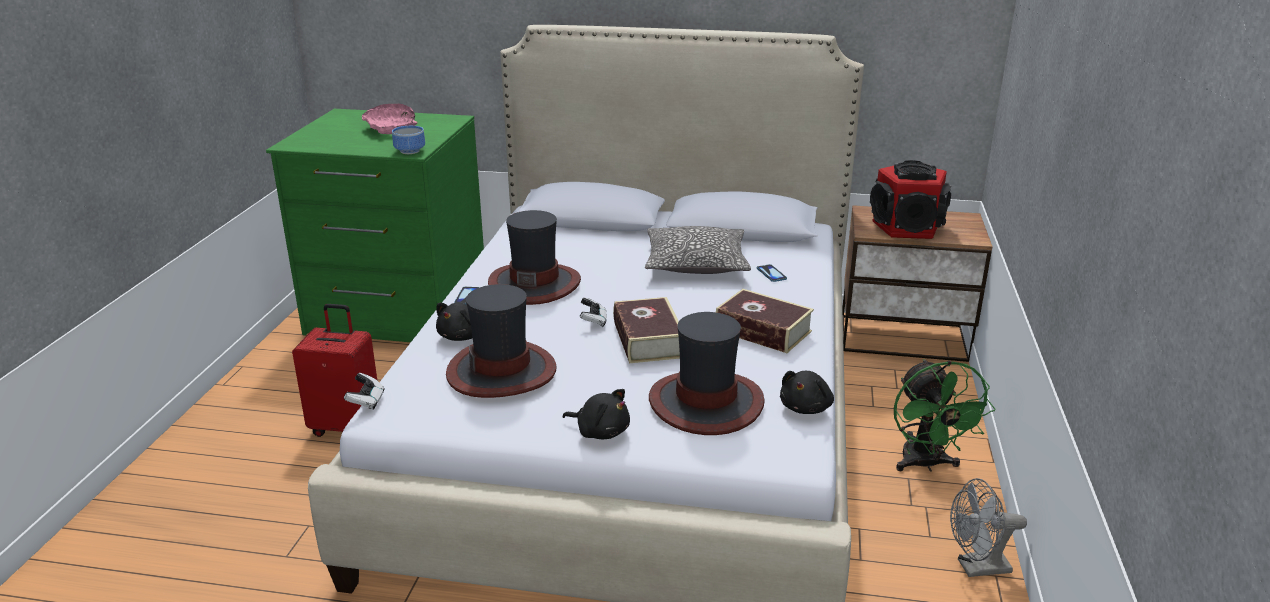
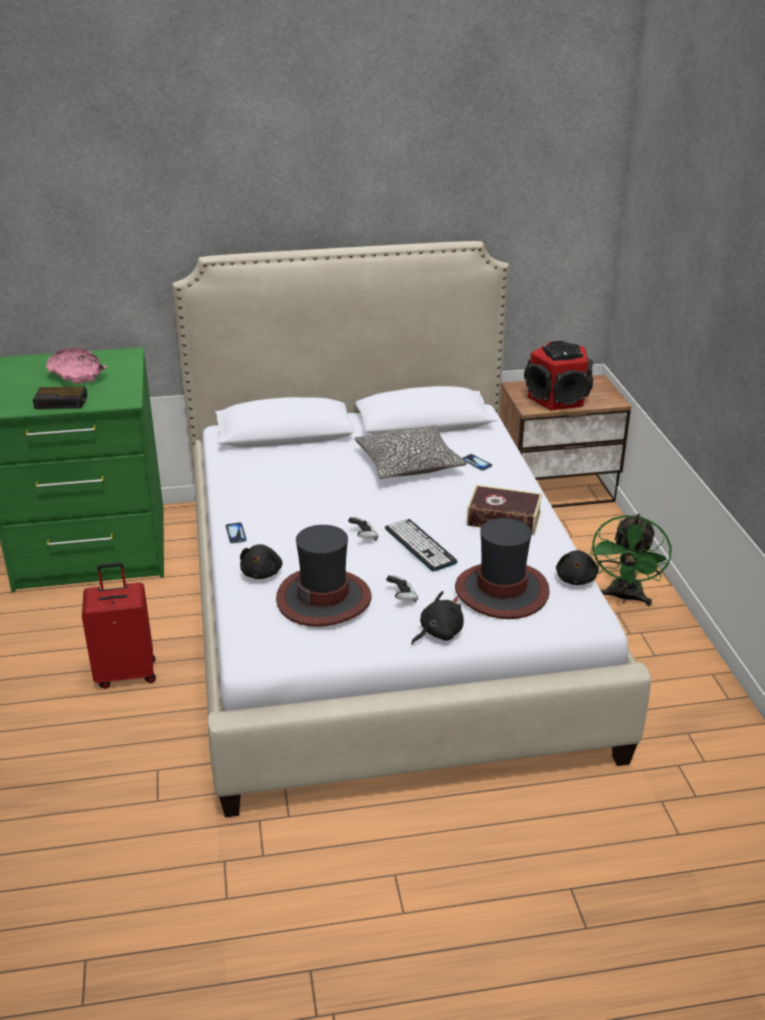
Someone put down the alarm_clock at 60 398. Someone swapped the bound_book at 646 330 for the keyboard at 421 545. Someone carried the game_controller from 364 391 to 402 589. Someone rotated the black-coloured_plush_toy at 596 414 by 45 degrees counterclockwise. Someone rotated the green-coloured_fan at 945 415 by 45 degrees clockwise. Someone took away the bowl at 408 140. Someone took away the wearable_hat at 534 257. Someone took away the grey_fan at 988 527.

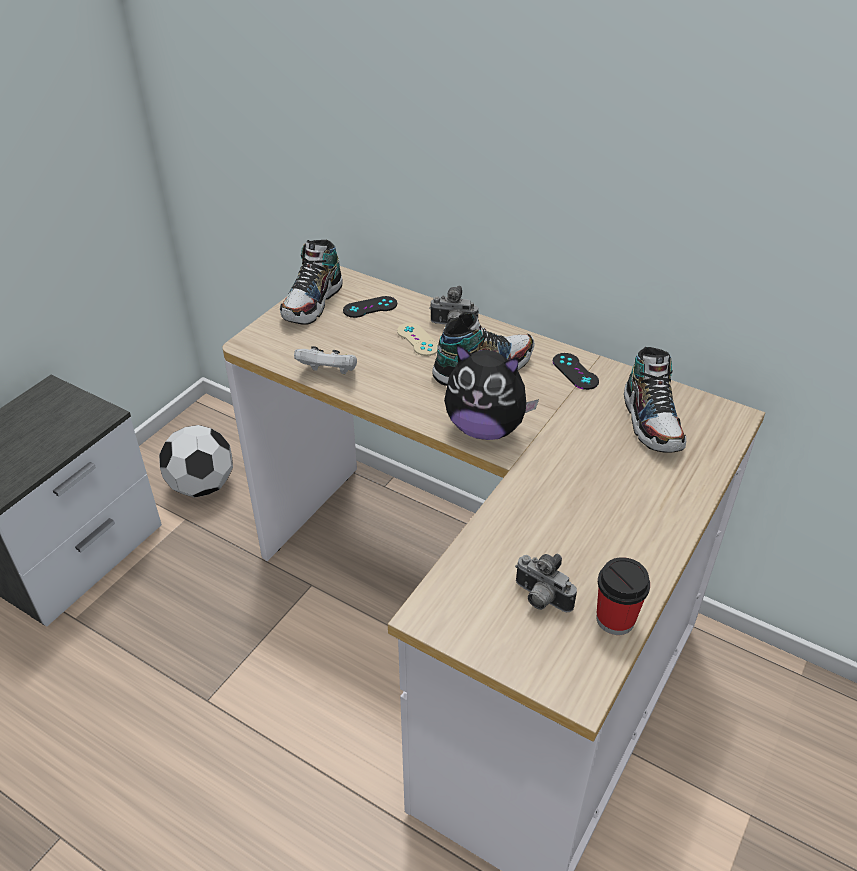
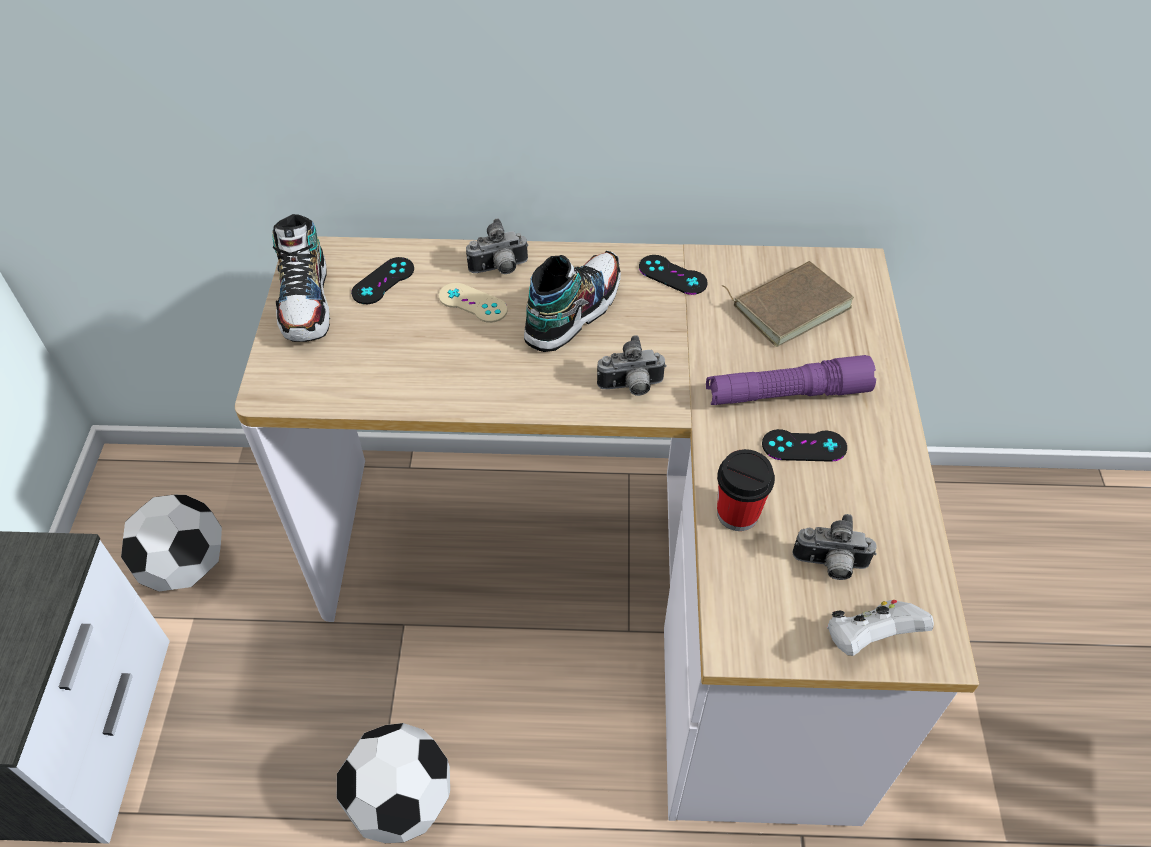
Someone put down the football_ball at 393 783. Someone swapped the plush_toy at 491 391 for the photo_camera at 631 365. Someone put down the purple_torch at 791 380. Someone carried the small_cup from 623 596 to 746 490. Someone swapped the shoe at 655 399 for the brown_bound_book at 788 304. Someone put down the black-coloured_game_controller at 804 445. Someone carried the white-coloured_game_controller from 325 360 to 880 628.

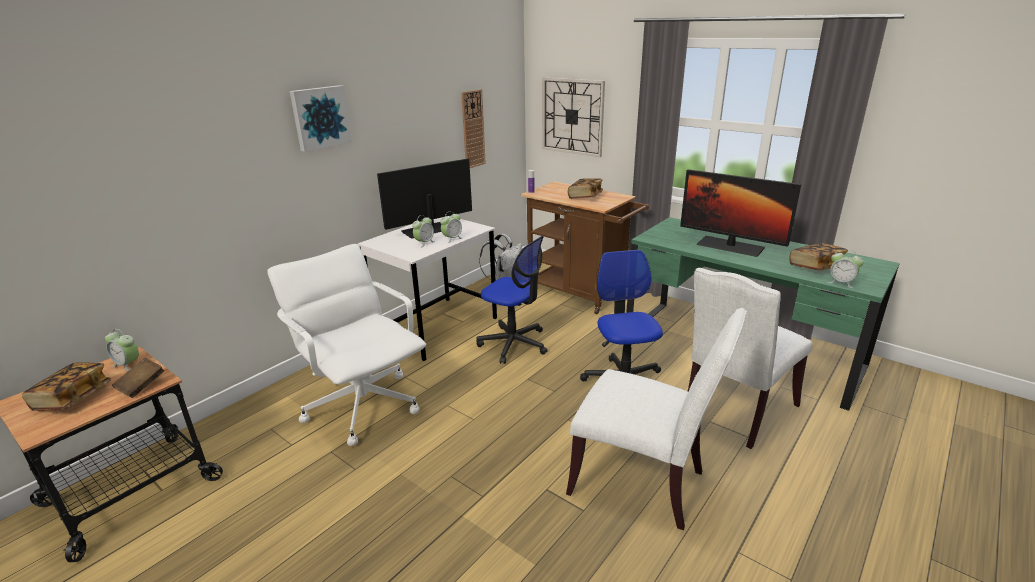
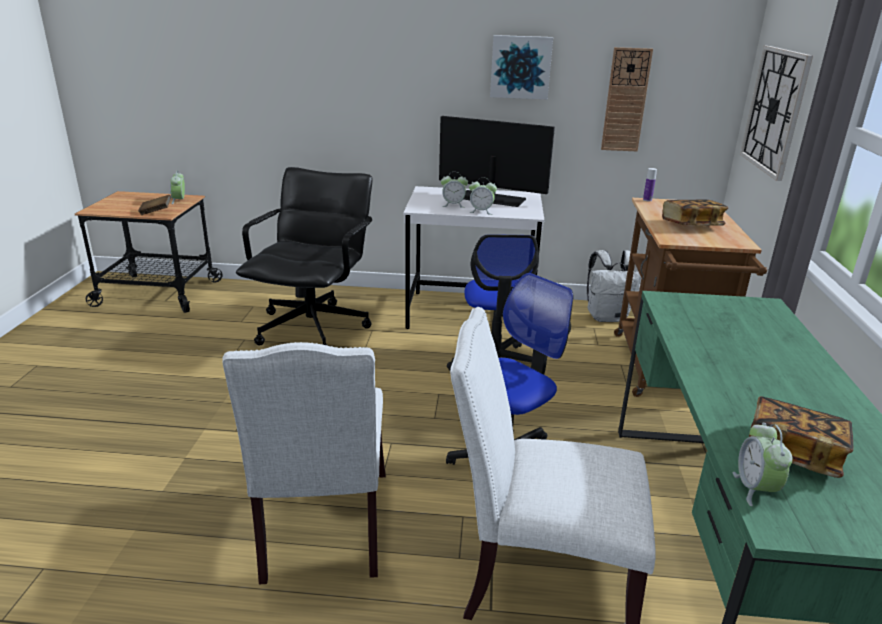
Someone repainted the white-coloured_office_chair at 346 345, which became the black-coloured_office_chair at 304 256. Someone carried the wall_art from 321 118 to 521 67. Someone took away the bound_book at 66 386. Someone took away the computer_display at 740 213.

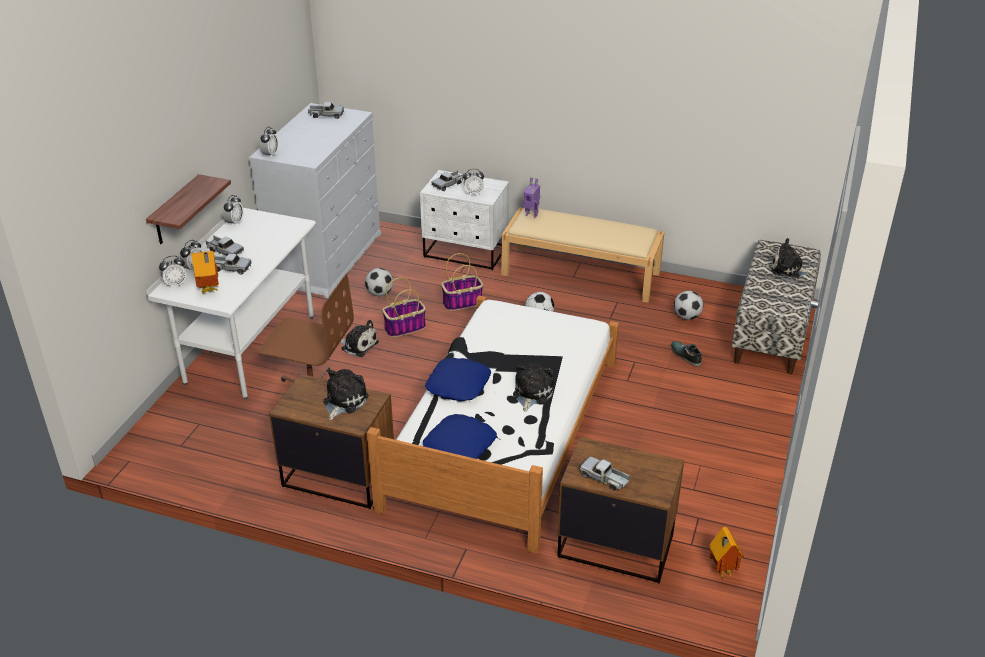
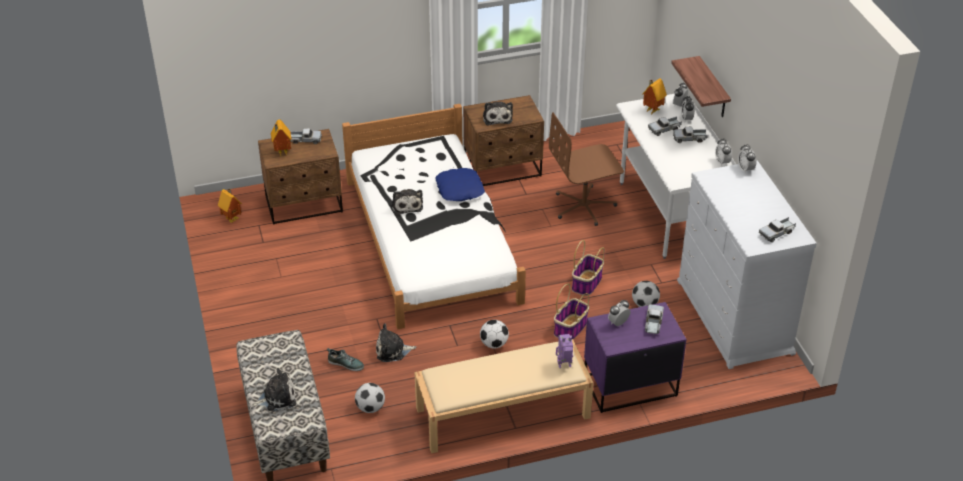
Someone put down the miniature_house at 281 138. Someone carried the plush_toy from 359 338 to 396 342. Someone repainted the white-coloured_night_table at 464 220, which became the purple_night_table at 635 357. Someone took away the blue-coloured_cushion at 460 436.

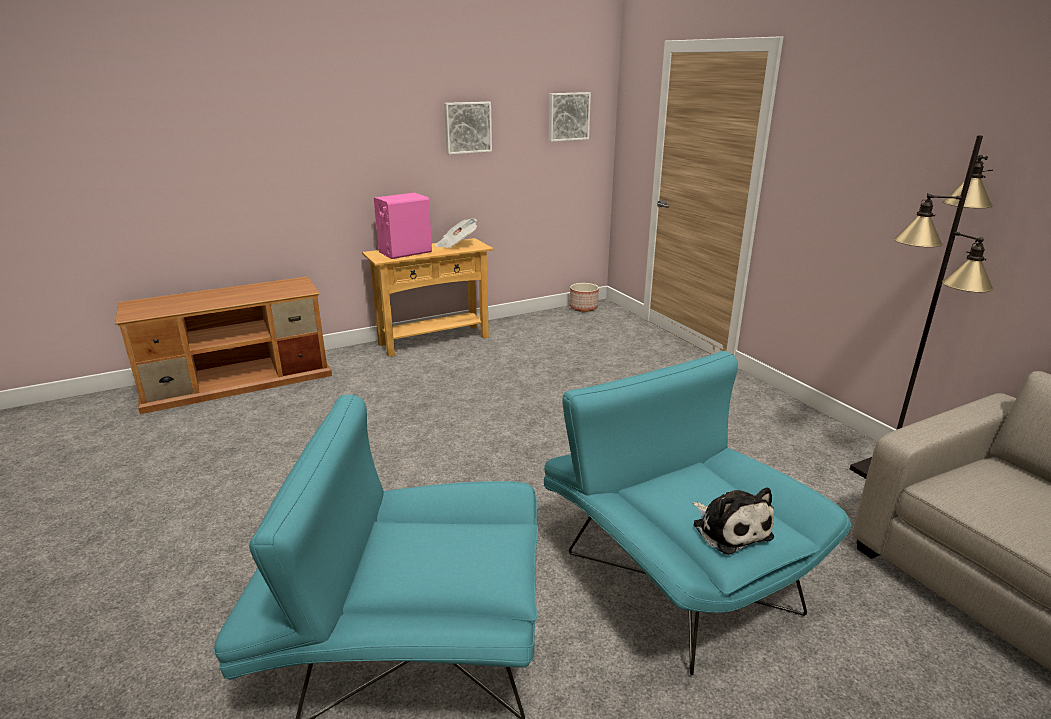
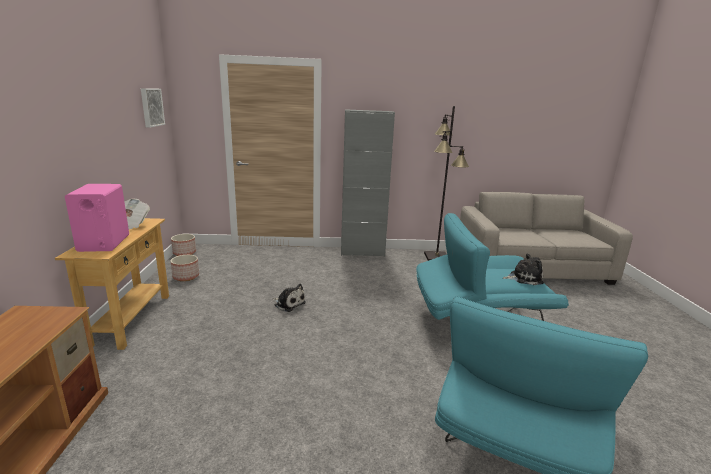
Someone put down the planter at 184 268. Someone put down the plush_toy at 289 298. Someone put down the grey_cabinet at 368 183. Someone took away the wall_art at 468 128.

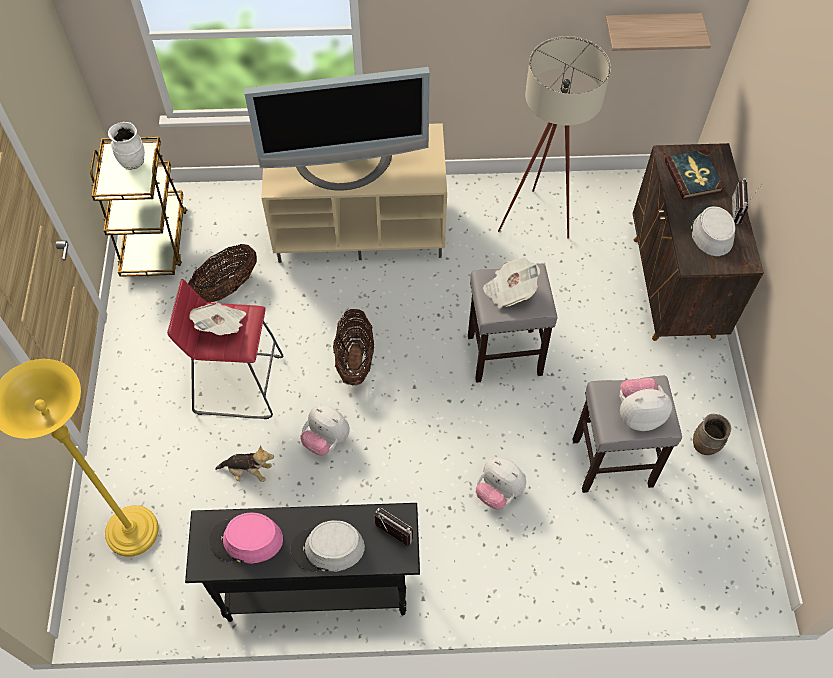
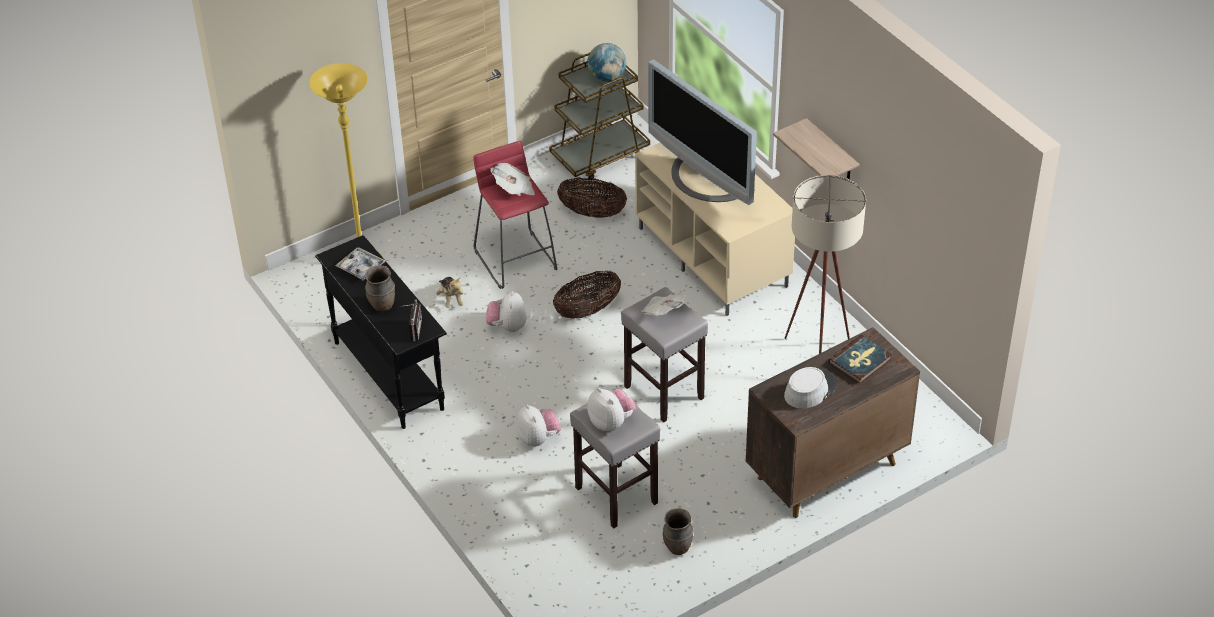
Someone swapped the pink-coloured_wearable_hat at 246 538 for the tray at 360 263. Someone swapped the grey_wearable_hat at 327 546 for the brown_decorative_vase at 380 288. Someone rotated the plush_toy at 501 483 by 150 degrees clockwise. Someone swapped the white-coloured_decorative_vase at 126 146 for the globe at 606 62. Someone carried the wall_shelf from 658 32 to 816 149. Someone took away the radio_receiver at 746 201.

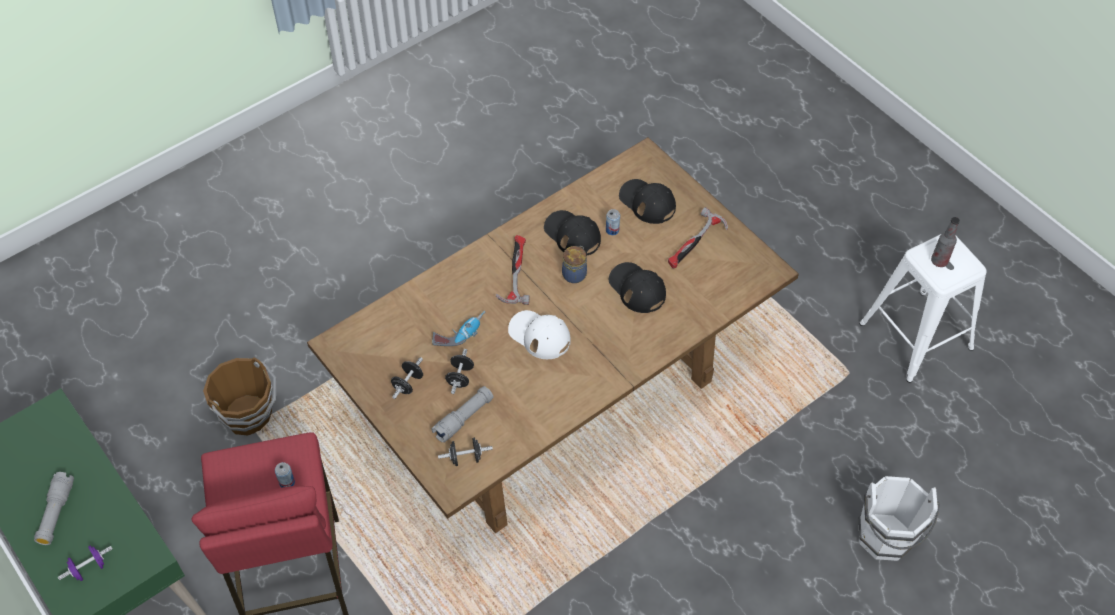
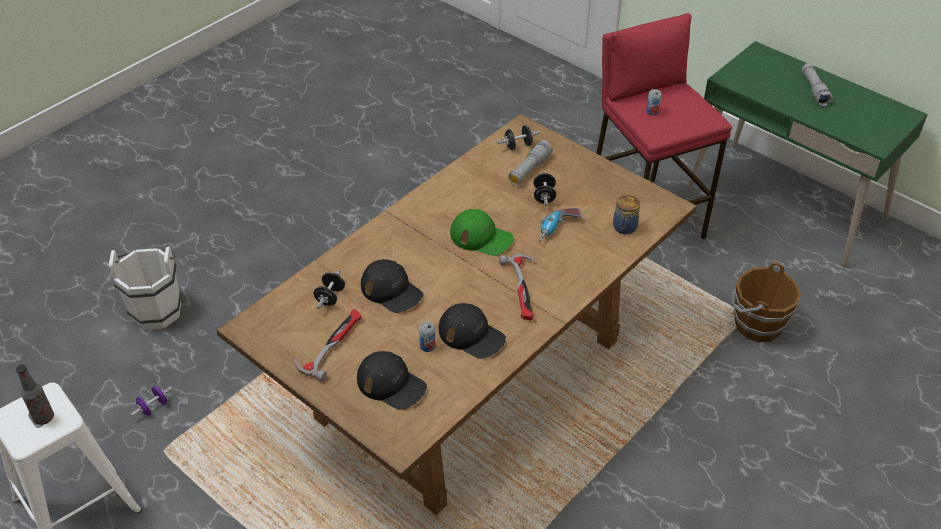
Someone carried the purple_dumbbell from 85 563 to 151 401. Someone carried the black-coloured_dumbbell from 407 378 to 329 289. Someone repainted the white-coloured_peaked_cap at 539 334, which became the green-coloured_peaked_cap at 482 232. Someone carried the jar from 574 264 to 626 214.

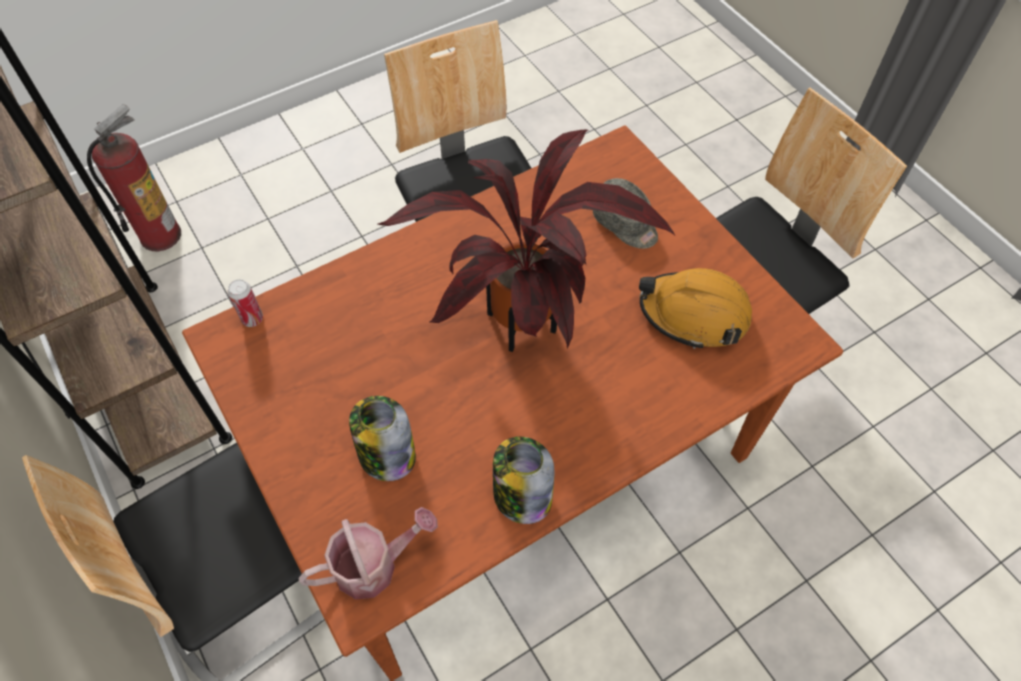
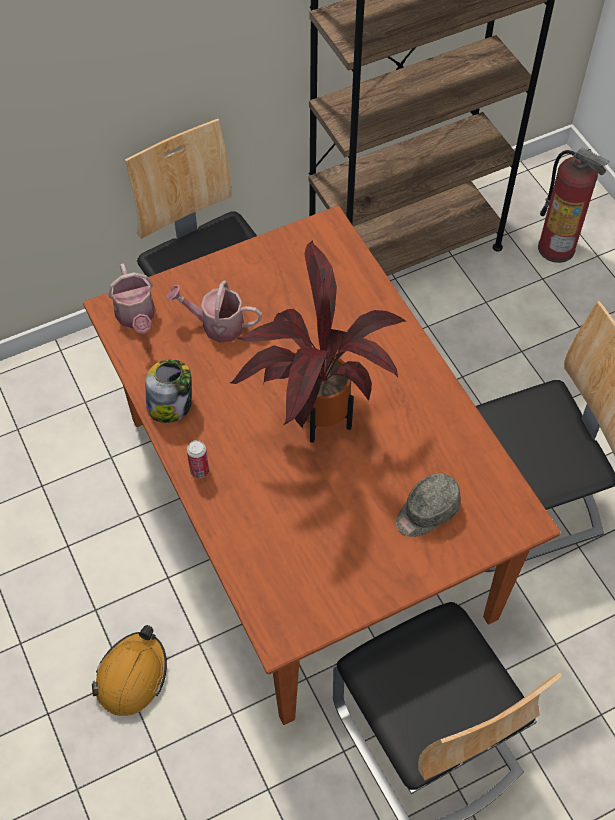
Someone carried the orange-coloured_work_helmet from 695 308 to 129 670. Someone swapped the jar at 382 438 for the watering_can at 214 311. Someone carried the can from 245 303 to 198 459.

